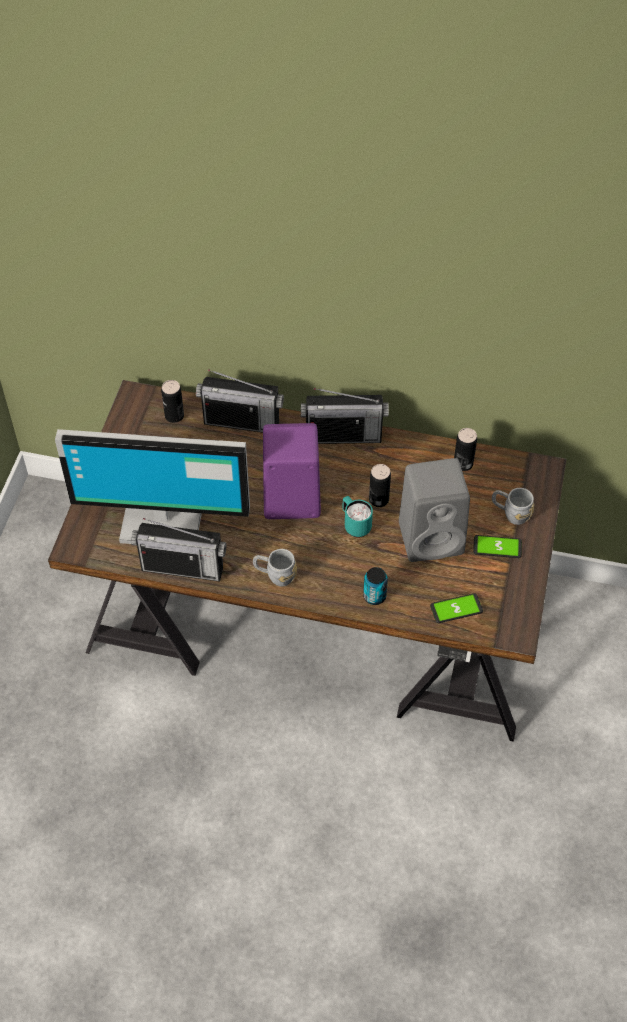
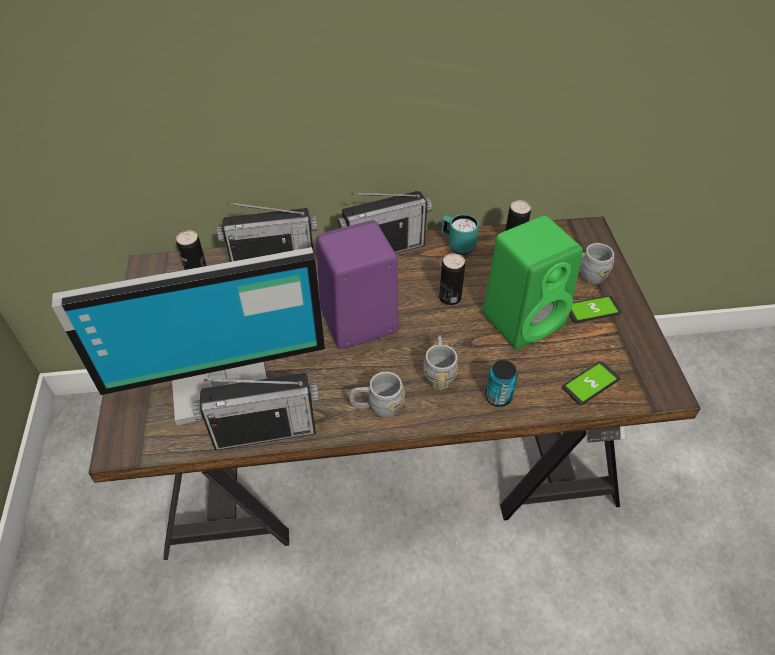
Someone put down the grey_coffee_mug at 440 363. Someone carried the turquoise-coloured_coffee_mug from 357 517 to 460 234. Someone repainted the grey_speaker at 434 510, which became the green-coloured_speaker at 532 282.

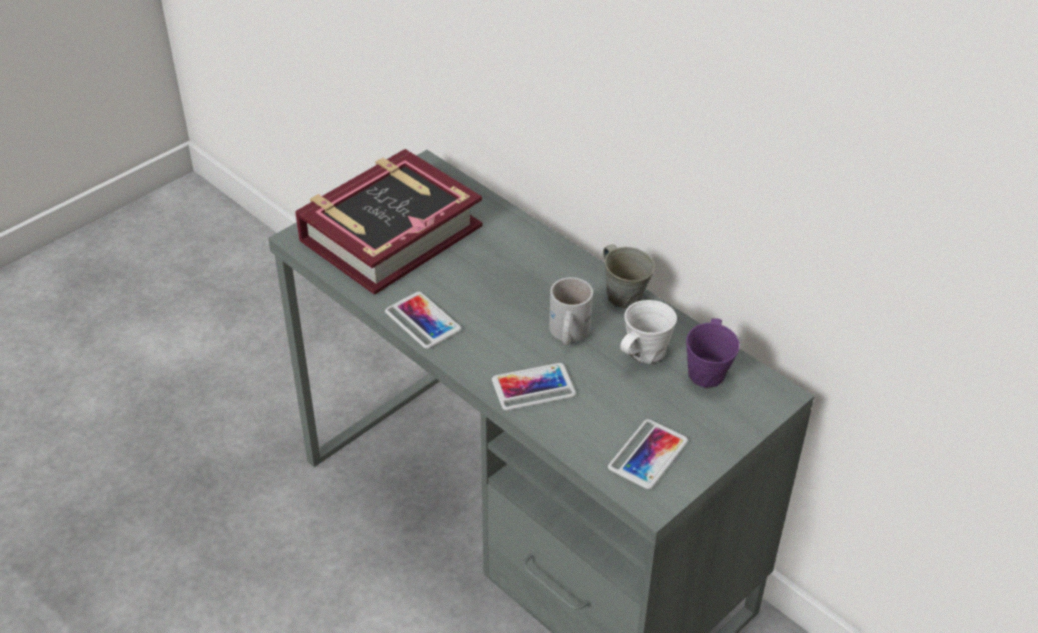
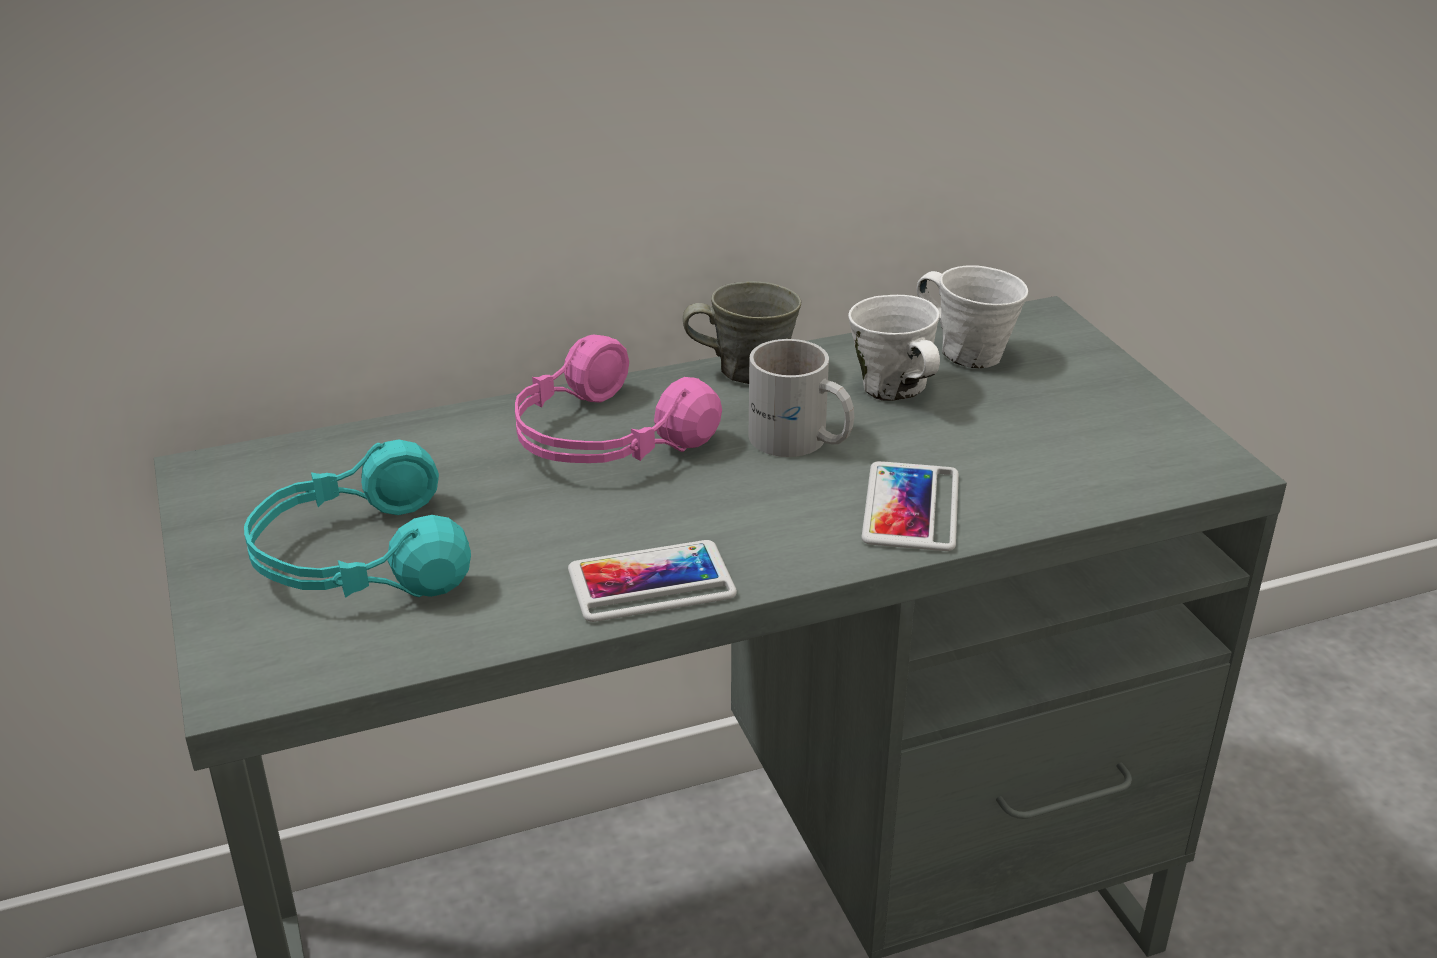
Someone swapped the bound_book at 388 222 for the turquoise-coloured_headphones at 357 518. Someone put down the pink-coloured_headphones at 618 398. Someone repainted the purple_coffee_mug at 713 353, which became the white-coloured_coffee_mug at 972 316. Someone took away the phone at 648 454.

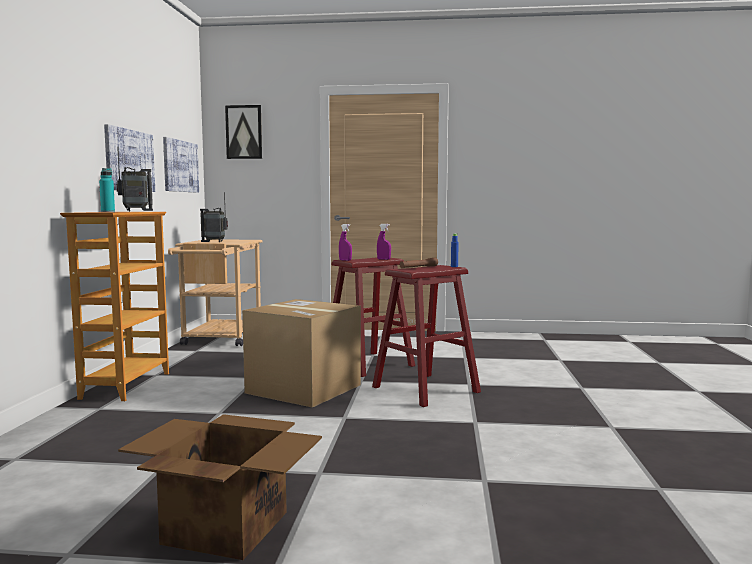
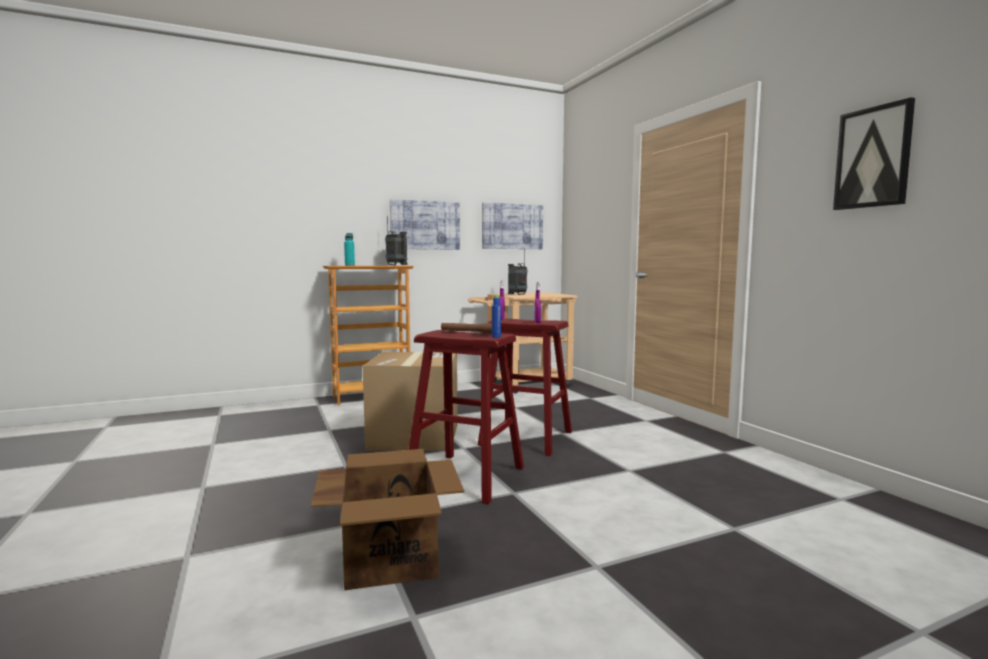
Someone carried the carton from 220 487 to 387 519. Someone carried the wall_art from 243 132 to 874 153.

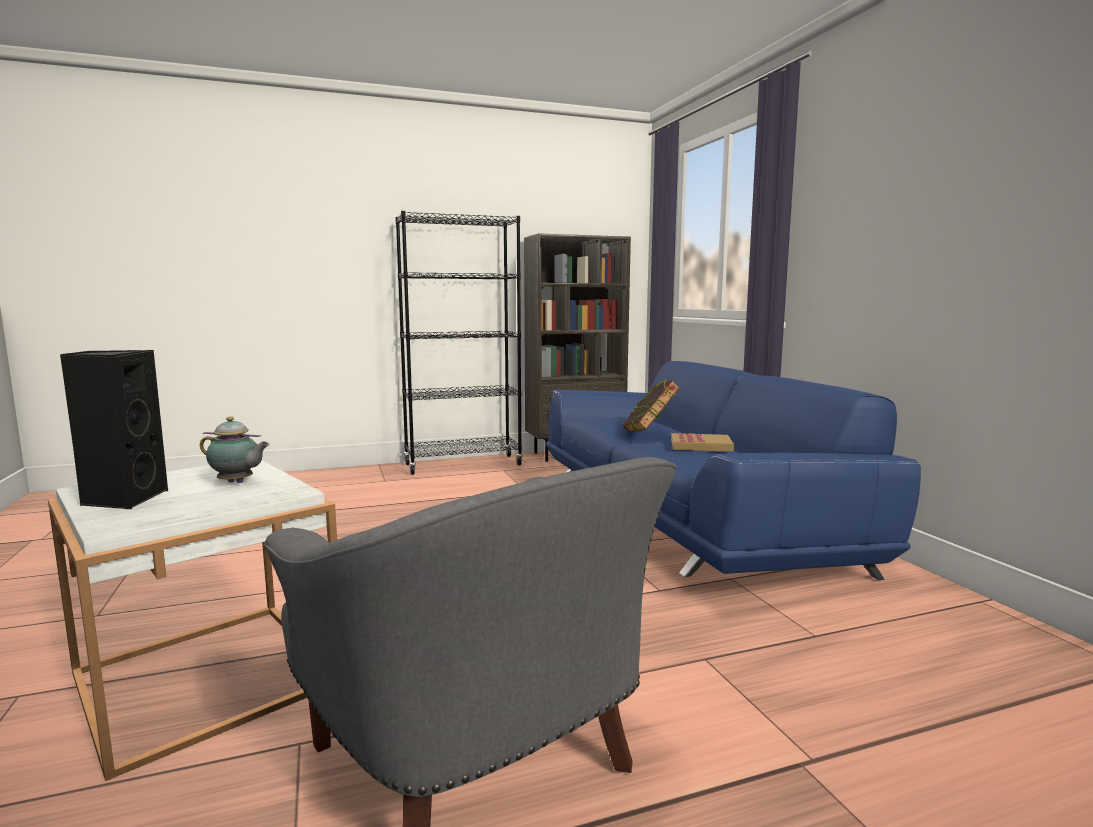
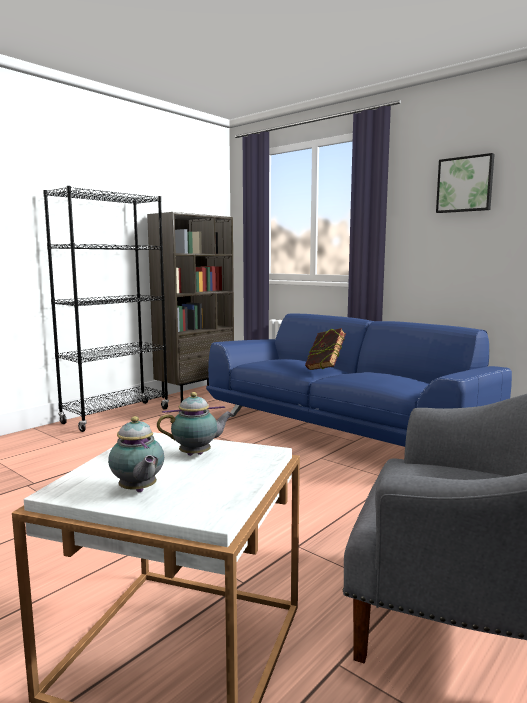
Someone swapped the black-coloured_speaker at 114 429 for the tea_pot at 136 454. Someone put up the wall_art at 465 183. Someone took away the bound_book at 702 442.

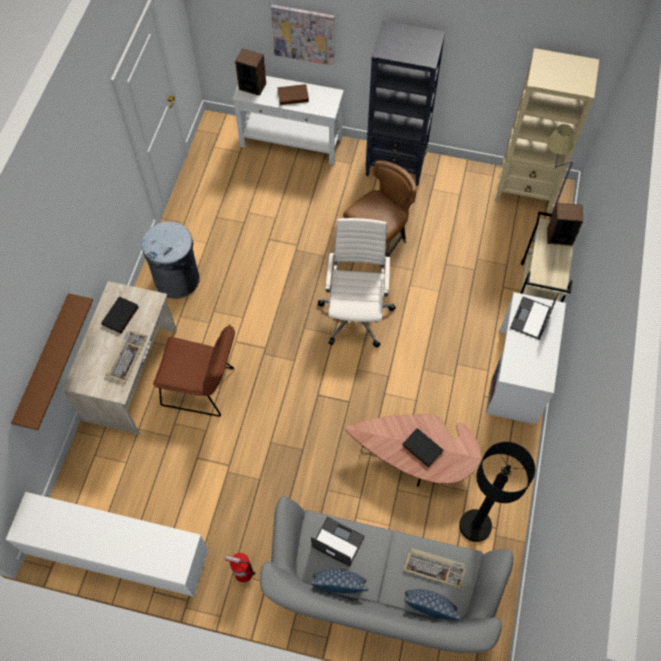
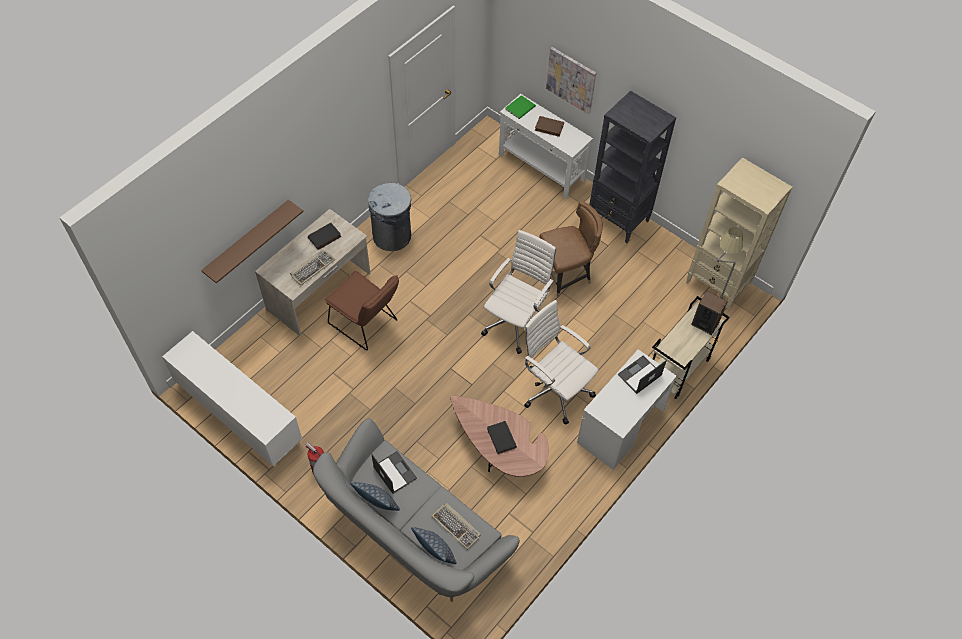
Someone swapped the speaker at 250 72 for the green-coloured_bound_book at 520 107. Someone put down the white-coloured_office_chair at 561 362. Someone took away the black-coloured_standing_lamp at 497 492.

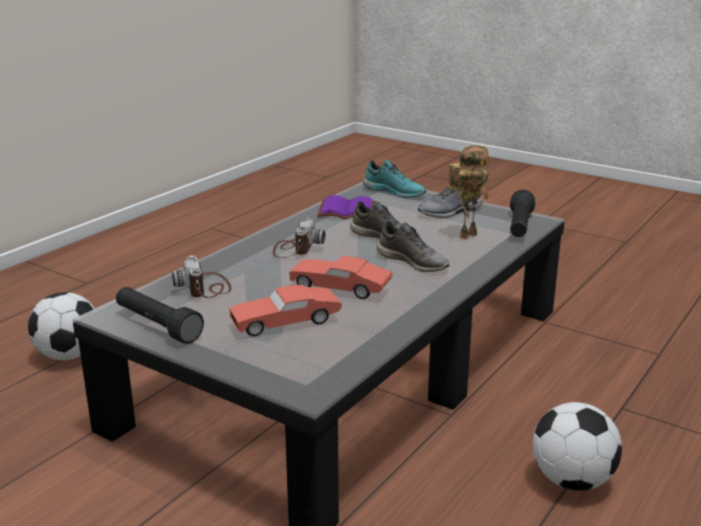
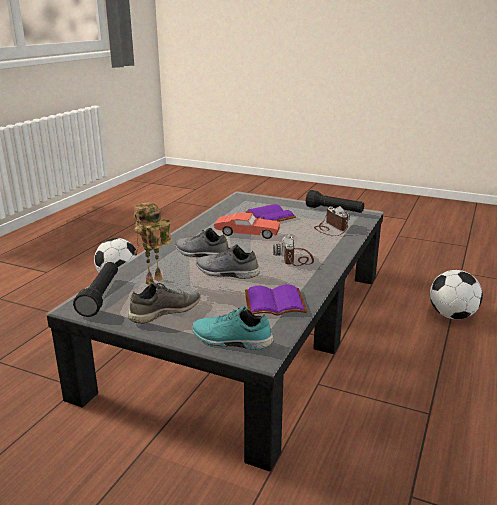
Someone swapped the red_model_car at 285 310 for the purple_bound_book at 270 213.

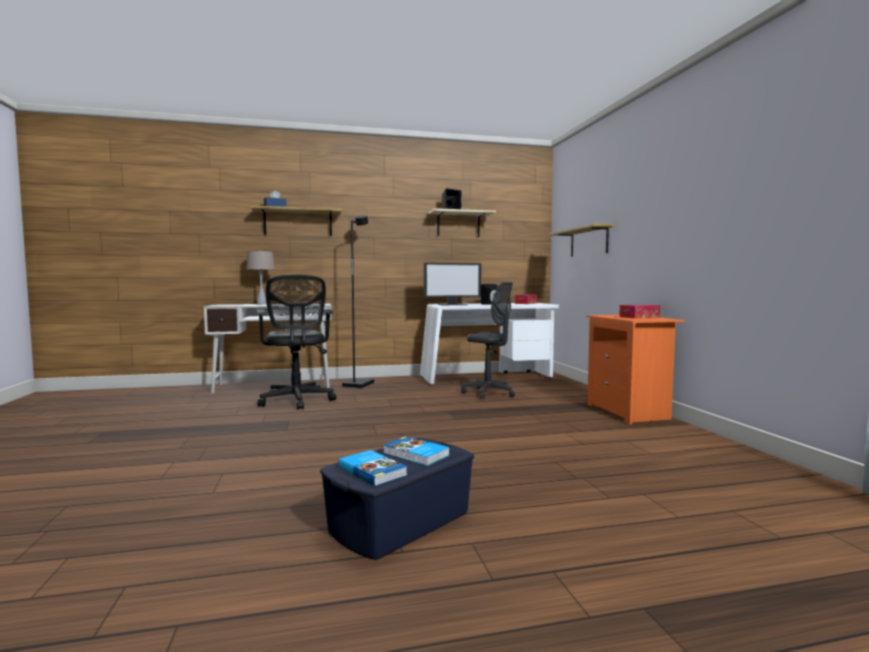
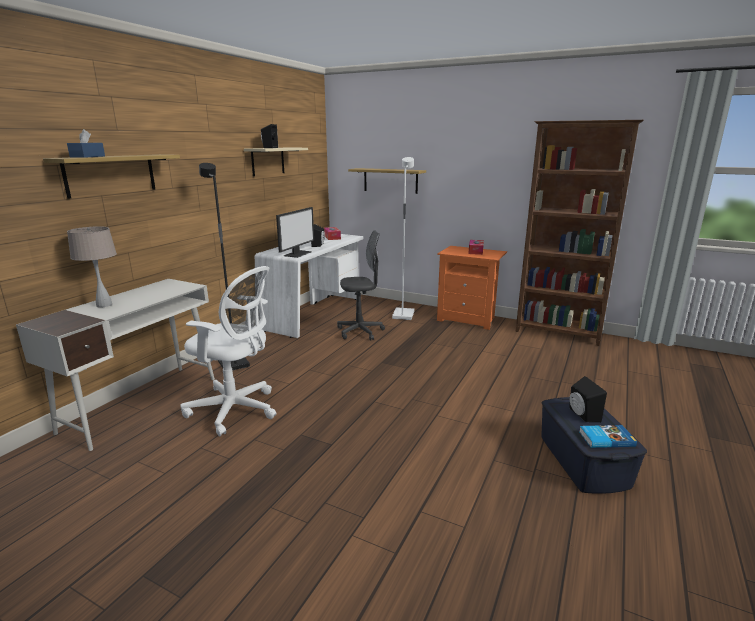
Someone repainted the black-coloured_office_chair at 296 342, which became the white-coloured_office_chair at 228 351. Someone put down the white-coloured_standing_lamp at 403 238. Someone put down the brown_shelving_unit at 579 233. Someone swapped the bound_book at 416 451 for the black-coloured_speaker at 588 399.

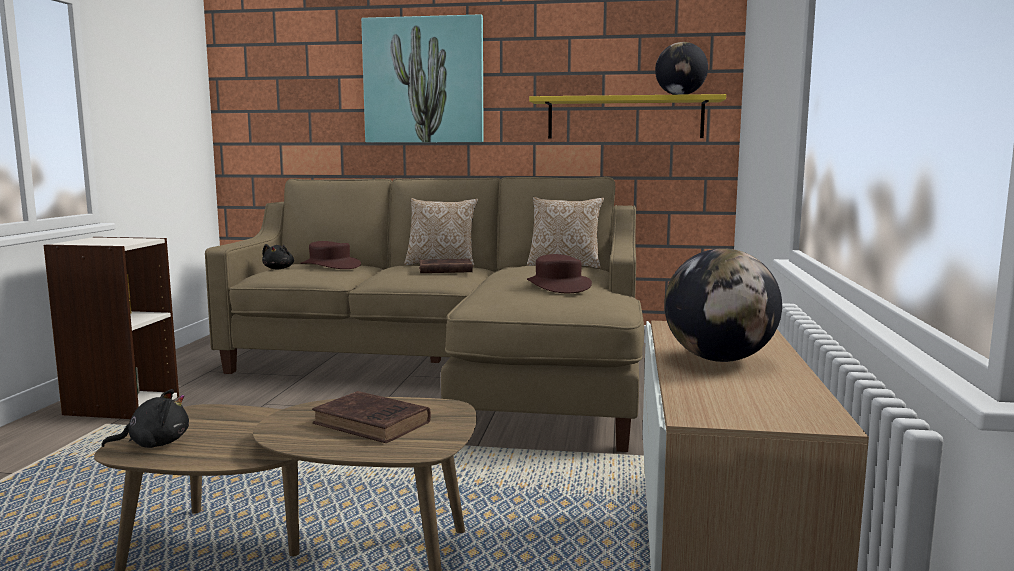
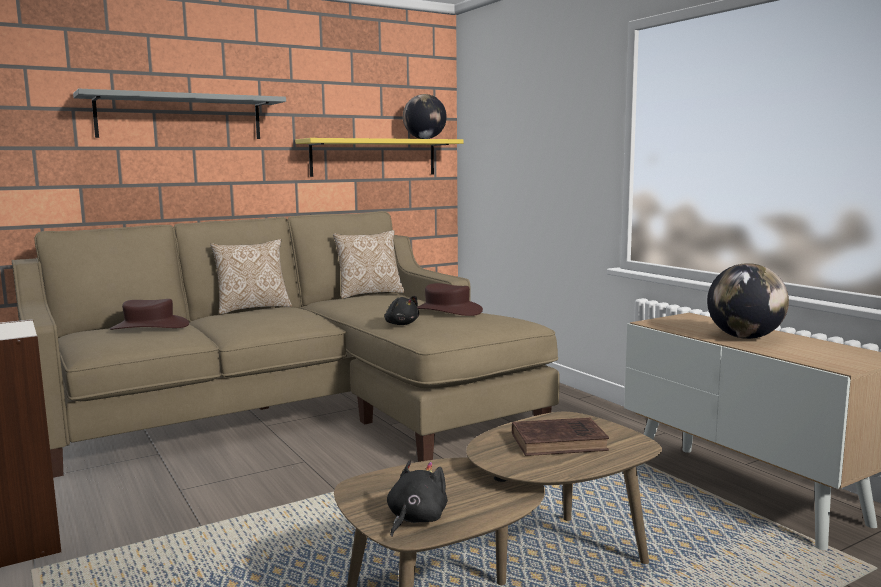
Someone swapped the wall_art at 422 78 for the grey_wall_shelf at 179 114. Someone carried the black-coloured_plush_toy from 278 256 to 401 310. Someone took away the brown_bound_book at 446 266.

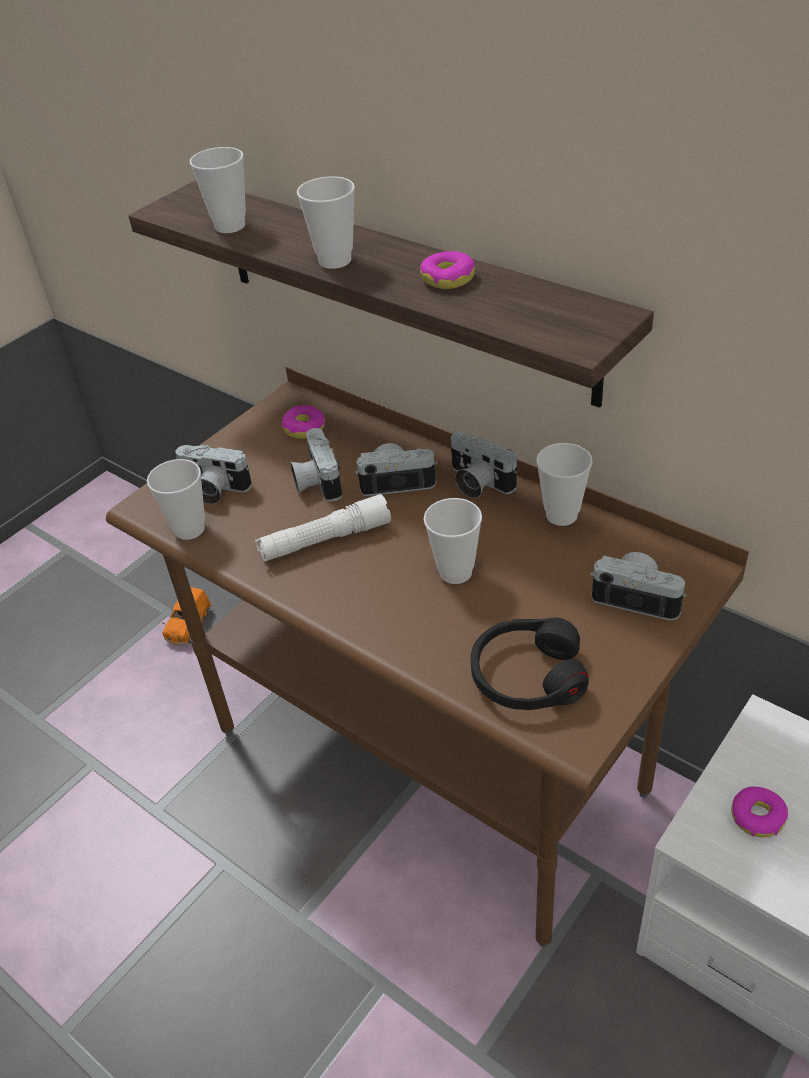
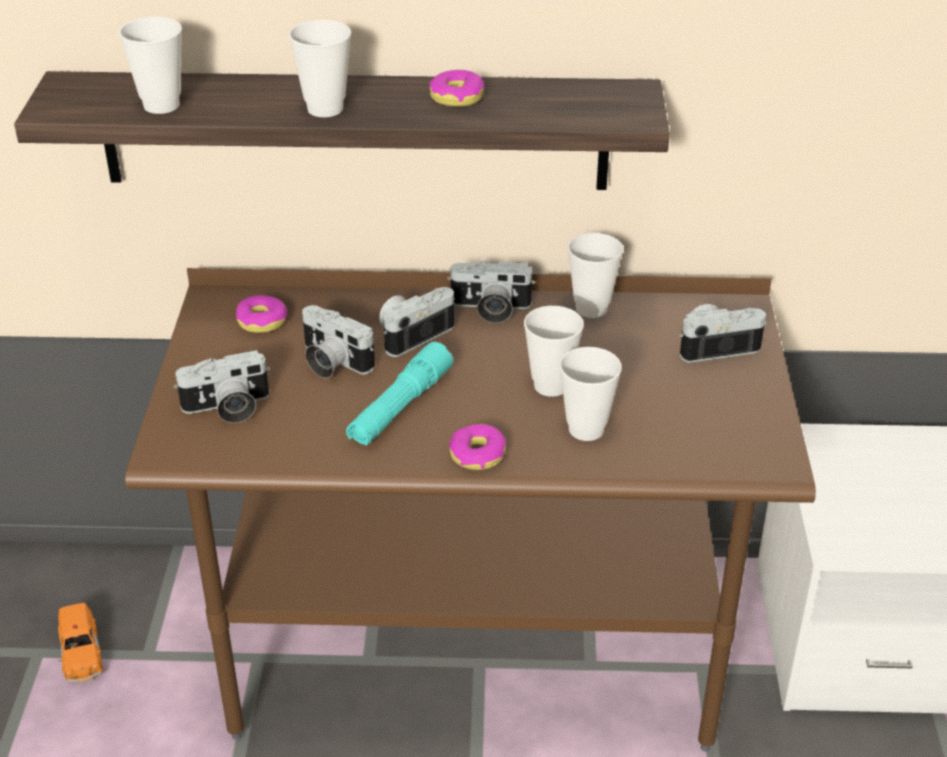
Someone repainted the white-coloured_torch at 323 528, which became the turquoise-coloured_torch at 399 394. Someone carried the donut from 759 812 to 477 447. Someone carried the small_cup from 176 499 to 590 394. Someone took away the black-coloured_headphones at 530 664.

